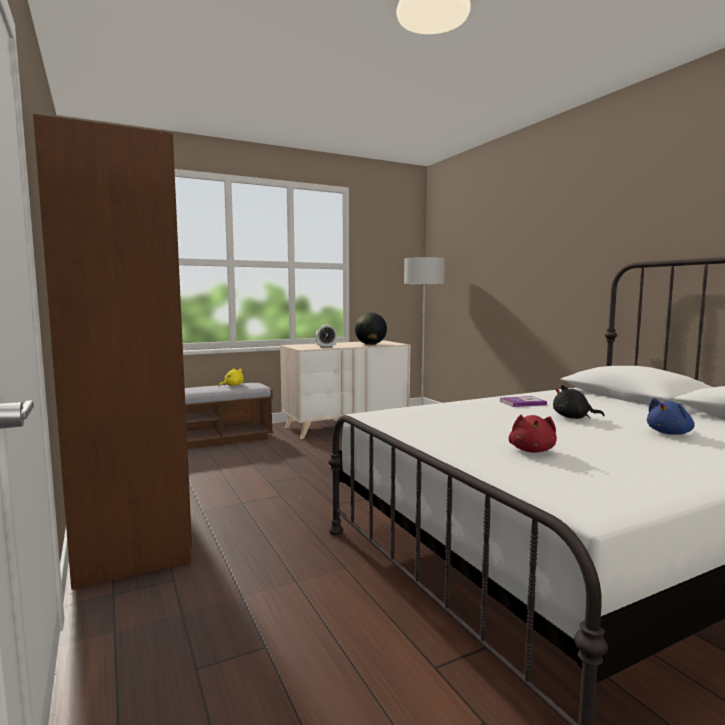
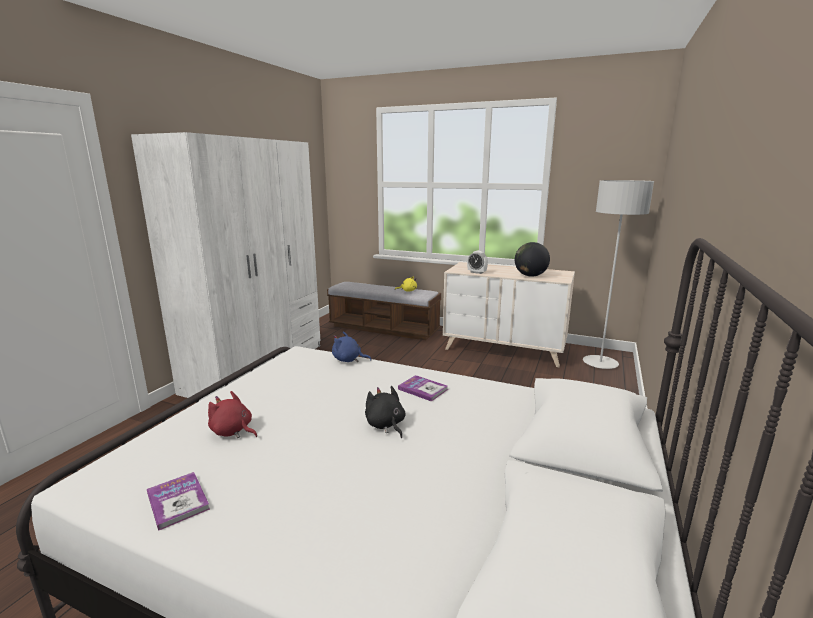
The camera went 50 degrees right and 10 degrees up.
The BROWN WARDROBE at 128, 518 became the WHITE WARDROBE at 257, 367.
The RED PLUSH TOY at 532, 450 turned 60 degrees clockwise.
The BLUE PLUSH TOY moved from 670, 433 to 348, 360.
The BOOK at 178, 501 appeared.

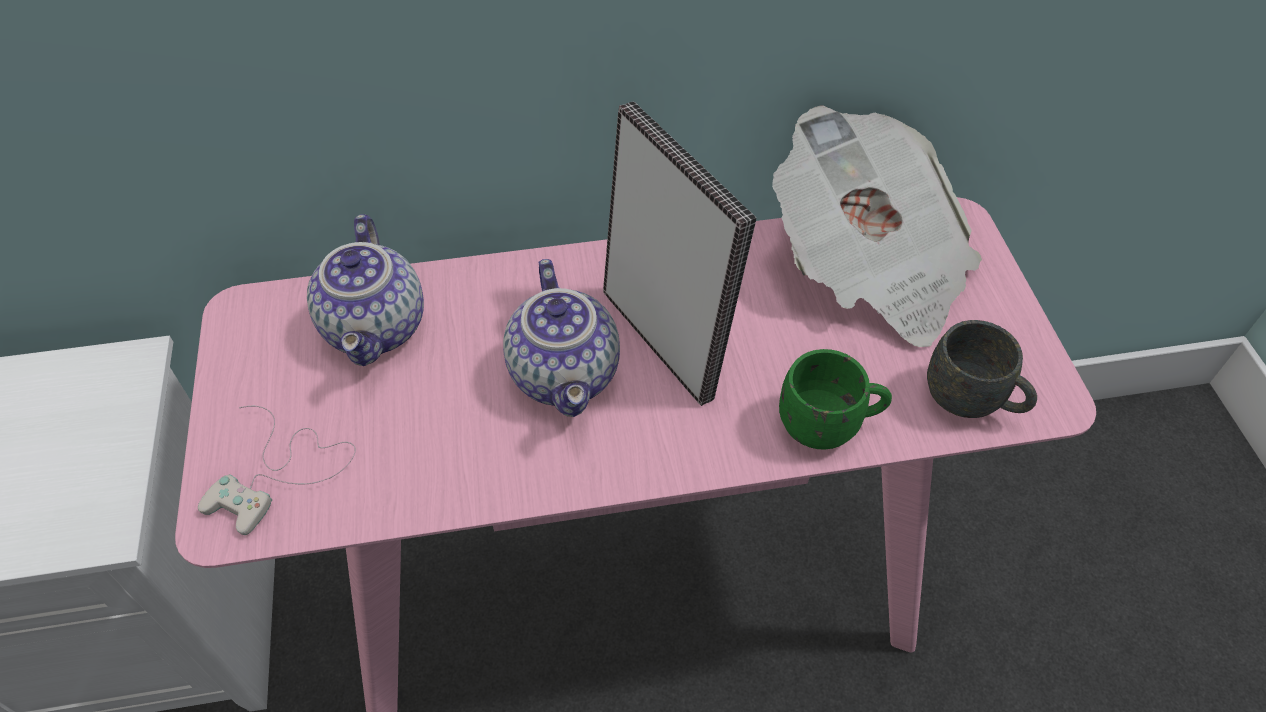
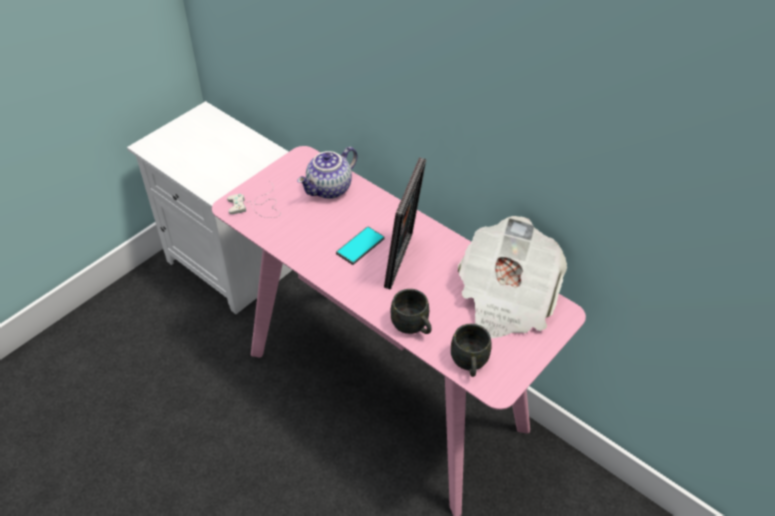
The camera went 50 degrees right and 5 degrees down.
The TEAPOT at 567, 375 was replaced by the PHONE at 360, 246.
The GREEN MUG at 829, 424 became the GREY MUG at 413, 327.

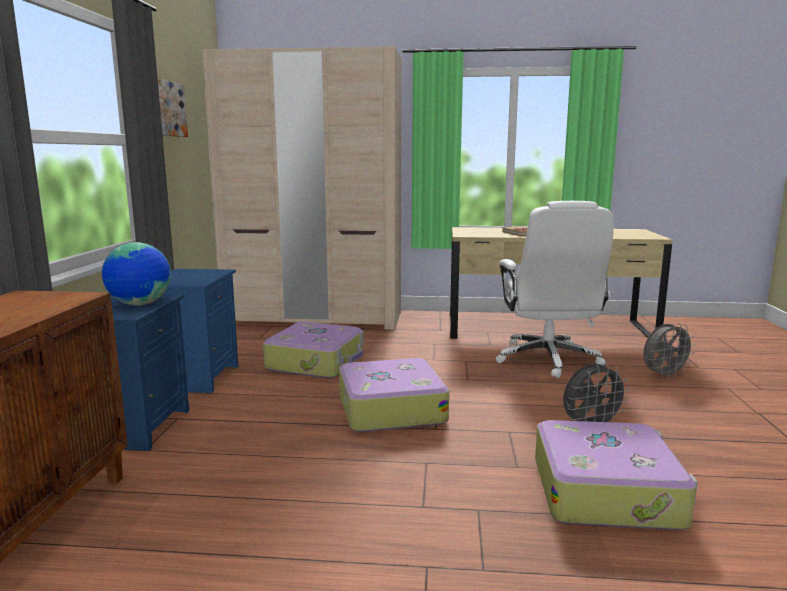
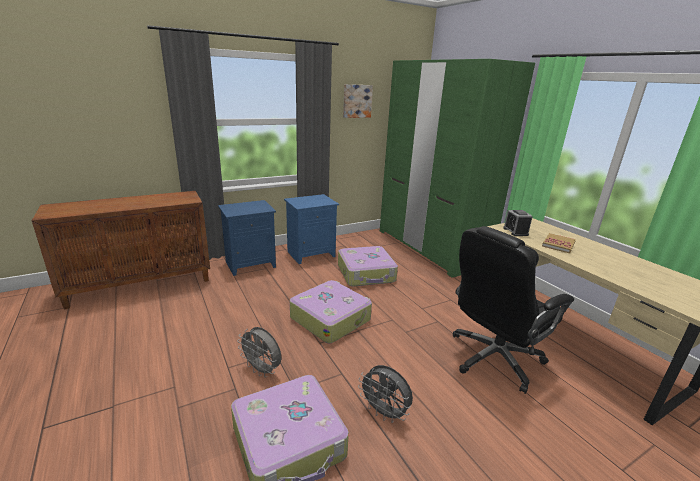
The camera went 55 degrees right and 10 degrees up.
The GLOBE at 140, 304 disappeared.
The BEIGE WARDROBE at 314, 318 became the GREEN WARDROBE at 430, 248.
The WHITE OFFICE CHAIR at 548, 359 became the BLACK OFFICE CHAIR at 493, 358.
The GREY FAN moved from 664, 376 to 262, 370.
The ALARM CLOCK at 515, 231 appeared.

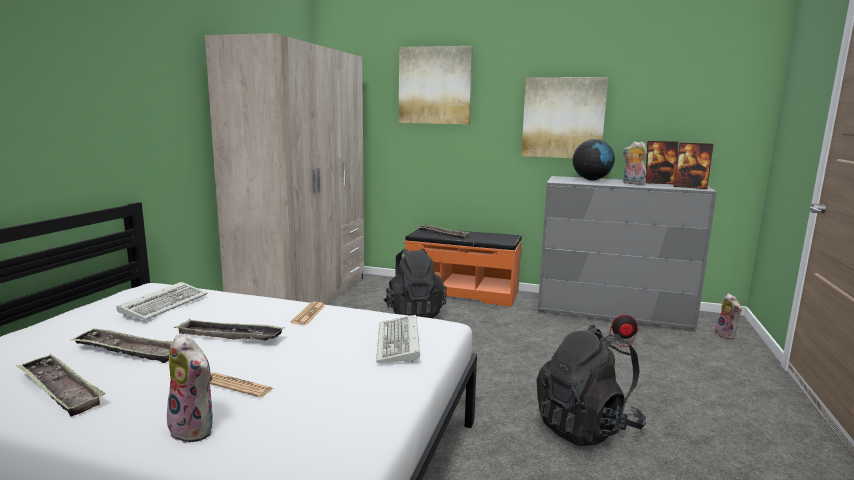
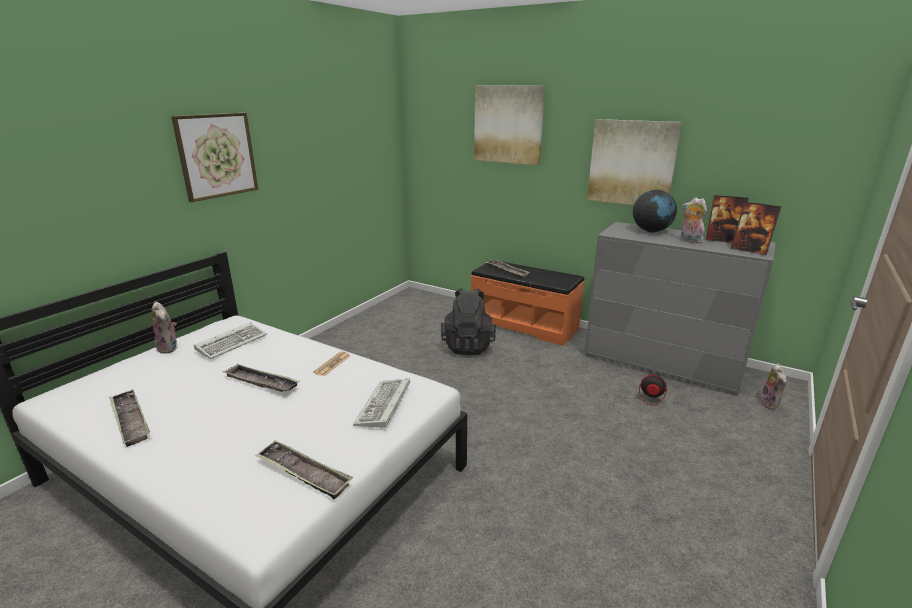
The camera went 15 degrees right and 10 degrees up.
The TRAY moved from 128, 351 to 303, 473.
The PLUSH TOY moved from 196, 429 to 169, 348.
The BEIGE WARDROBE at 304, 298 disappeared.
The NEWSPAPER at 237, 385 disappeared.
The BLACK BACKPACK at 586, 427 disappeared.
The PICTURE at 217, 155 appeared.

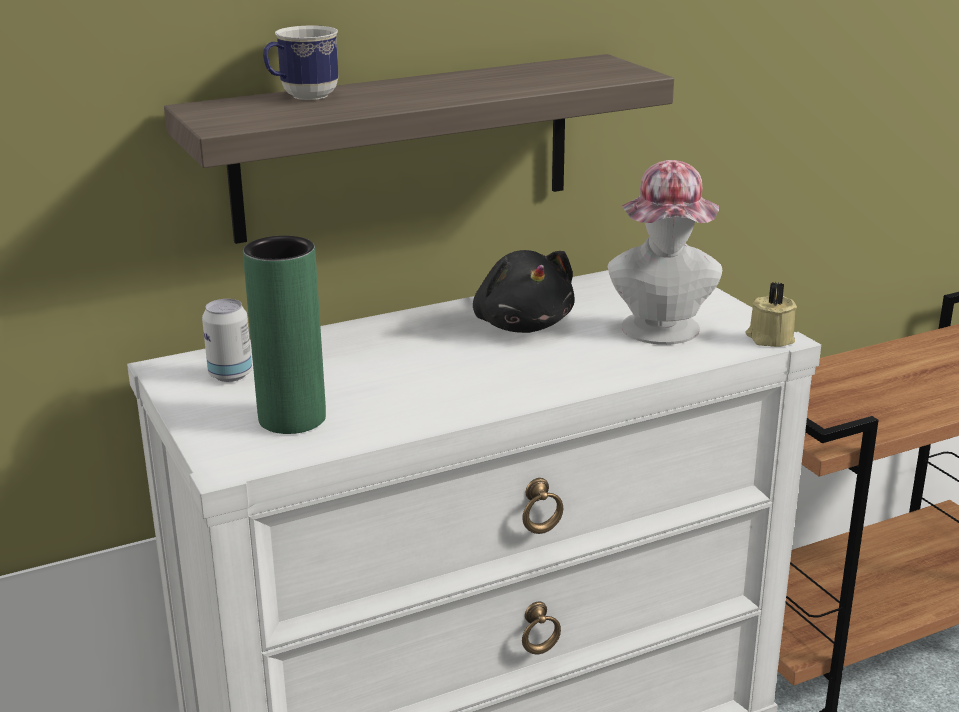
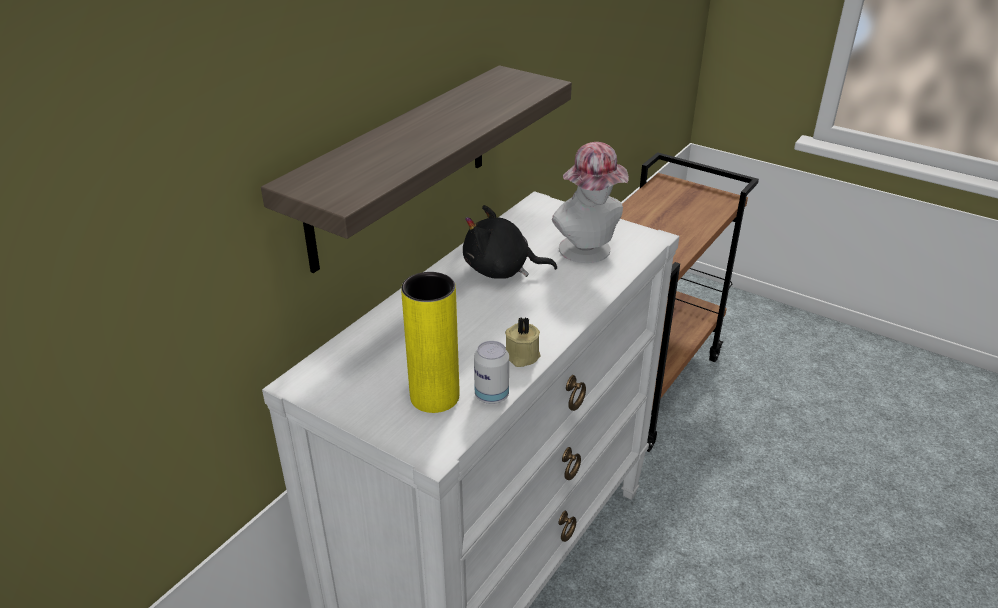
The camera went 30 degrees left and 10 degrees up.
The CAN moved from 230, 375 to 491, 396.
The GREEN VASE at 292, 419 became the YELLOW VASE at 434, 397.
The MUG at 302, 97 disappeared.
The BLACK PLUSH TOY at 522, 325 turned 150 degrees clockwise.
The BEIGE CANDLE moved from 769, 338 to 520, 356.

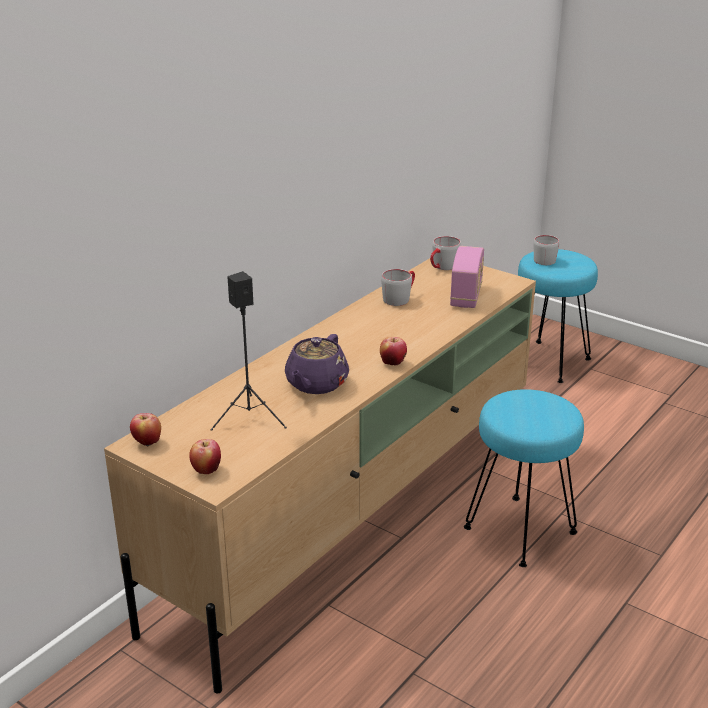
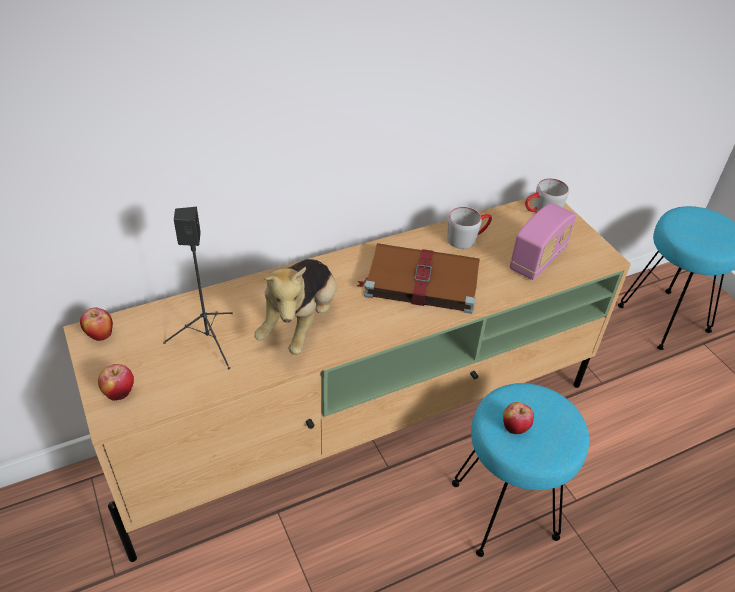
The camera went 25 degrees right and 15 degrees up.
The PURPLE TEAPOT at 316, 384 was replaced by the PLUSH TOY at 300, 322.
The APPLE moved from 393, 363 to 515, 427.
The GREY MUG at 543, 258 disappeared.
The BROWN BOOK at 420, 280 appeared.

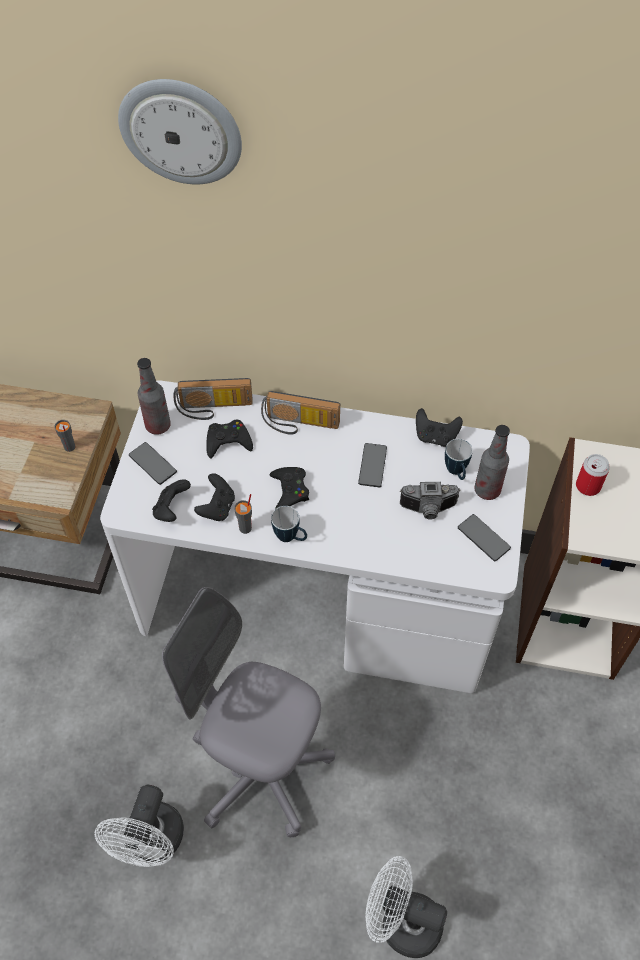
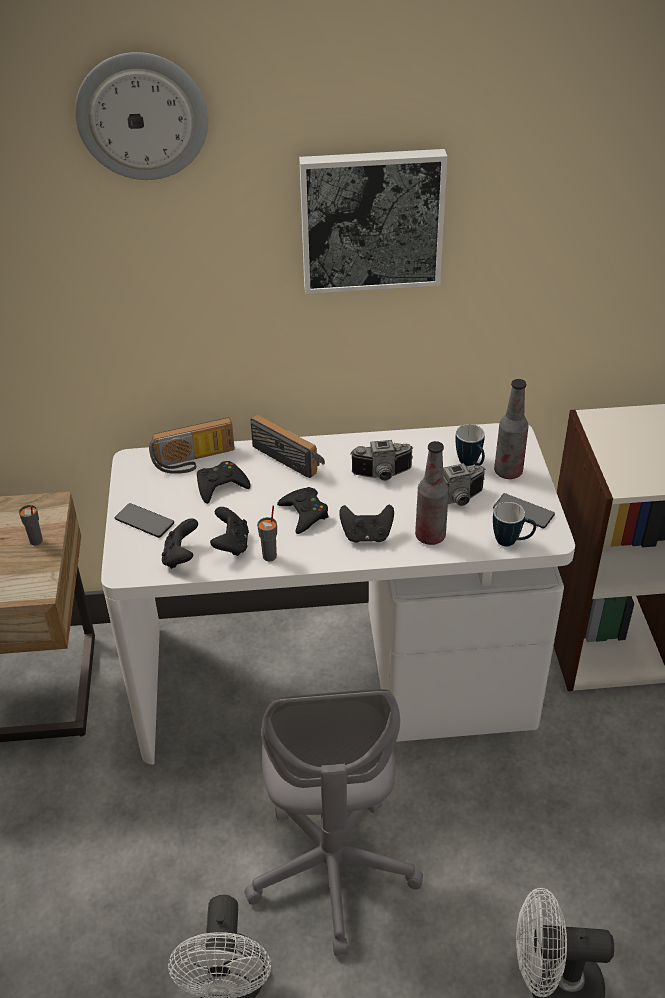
The camera went 15 degrees left and 15 degrees down.
The BOTTLE moved from 158, 425 to 430, 536.
The GREY OFFICE CHAIR at 261, 769 turned 105 degrees counterclockwise.
The RADIO at 299, 425 turned 135 degrees counterclockwise.
The MUG moved from 290, 538 to 511, 542.
The PHONE at 372, 466 was replaced by the PHOTO CAMERA at 382, 475.
The BLACK GAME CONTROLLER moved from 435, 437 to 366, 536.
The CAN at 588, 486 disappeared.
The PICTURE at 371, 219 appeared.

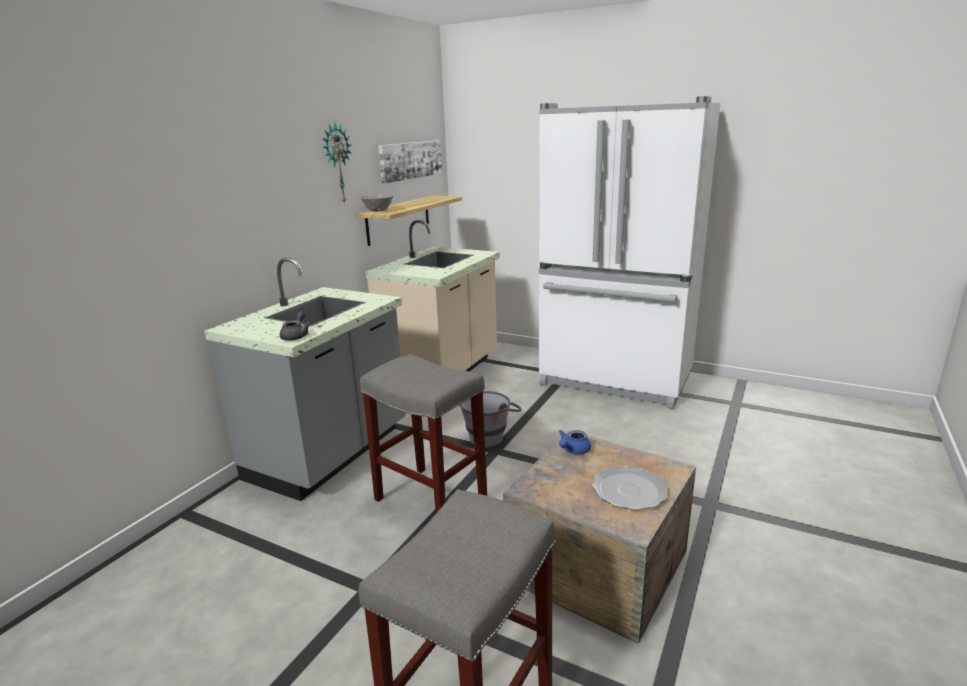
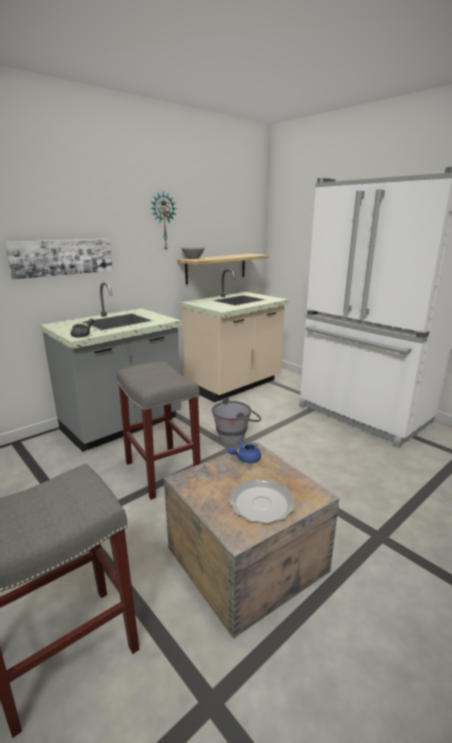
The camera went 20 degrees right and 0 degrees up.
The PICTURE moved from 410, 160 to 62, 257.

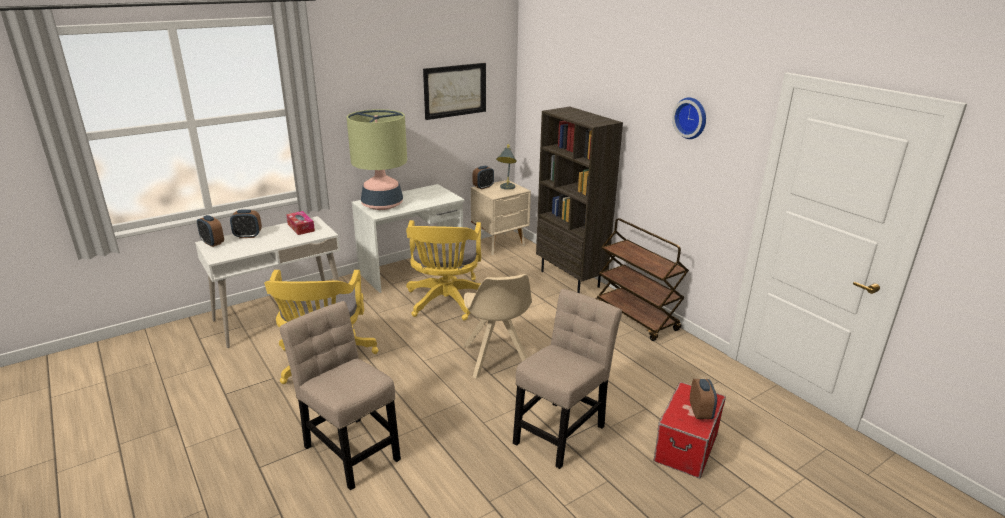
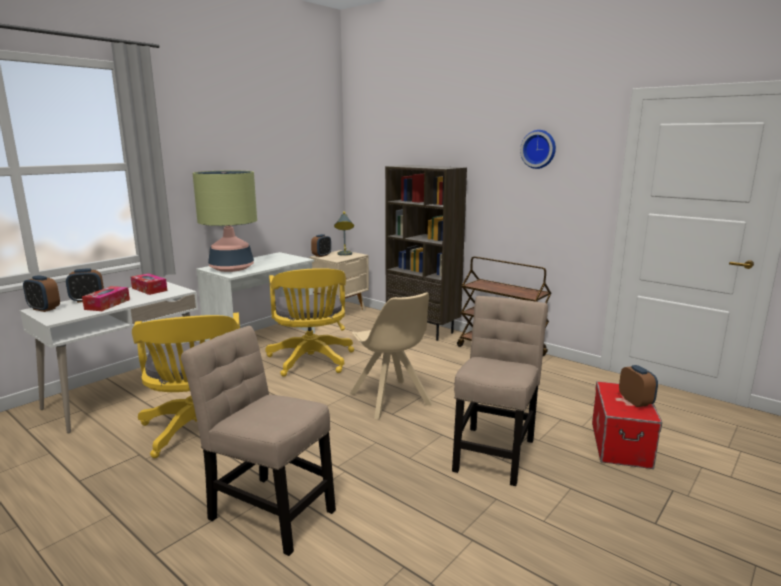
The camera went 15 degrees left and 10 degrees down.
The PICTURE at 455, 90 disappeared.
The TISSUE BOX at 107, 304 appeared.

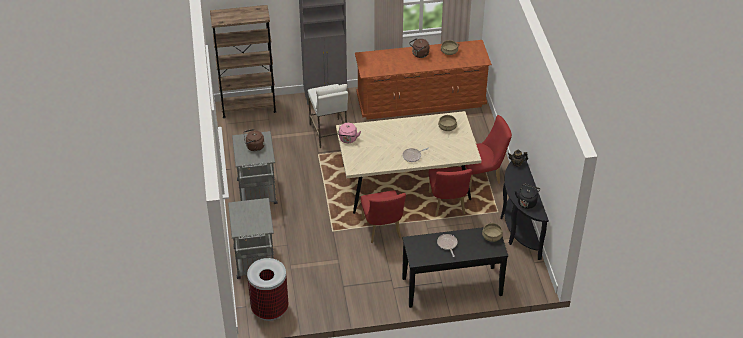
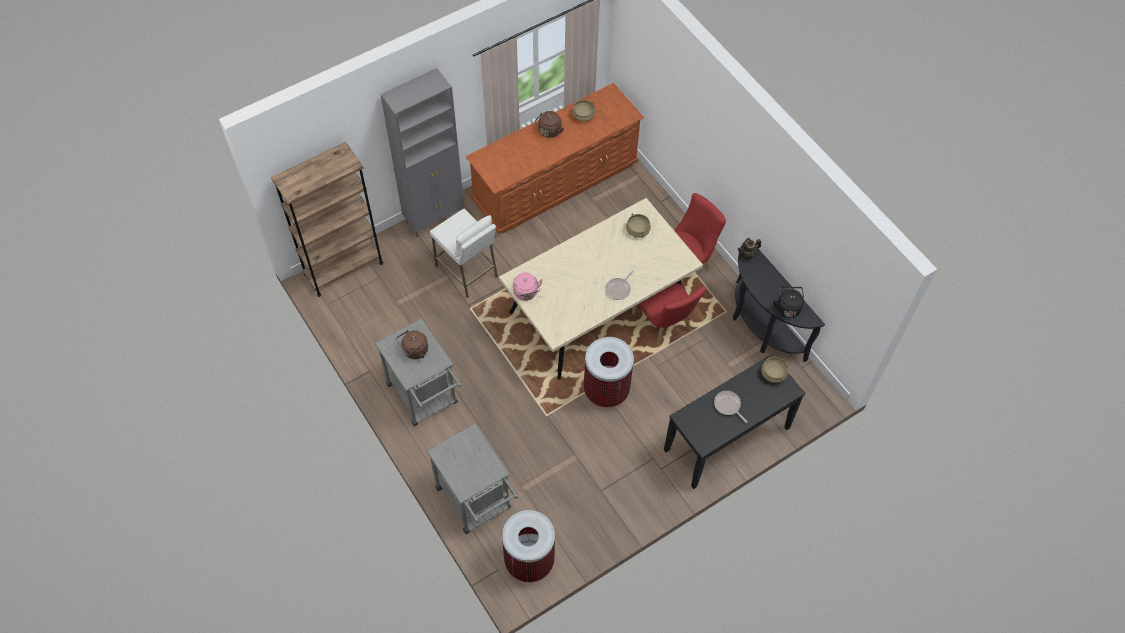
The camera went 25 degrees left and 15 degrees up.
The RED CHAIR at 382, 230 was replaced by the TRASH CAN at 606, 391.

